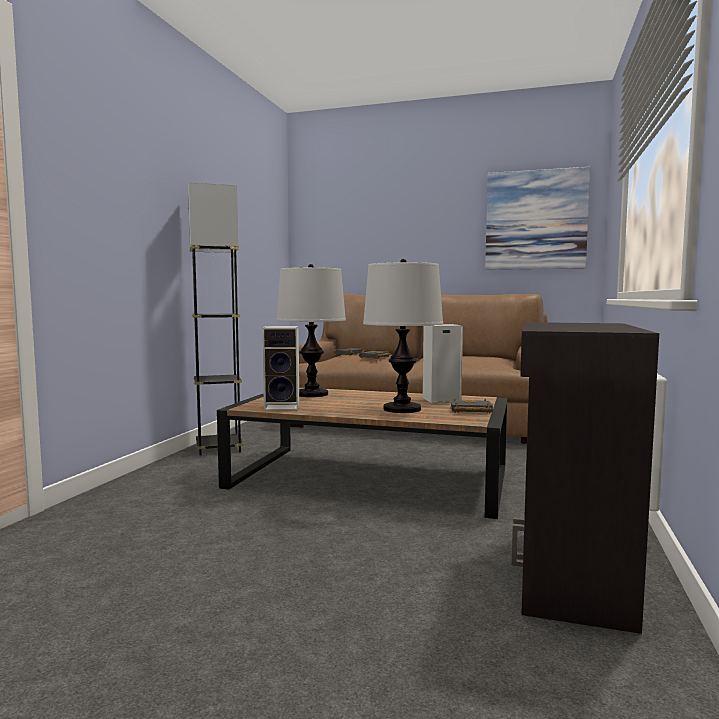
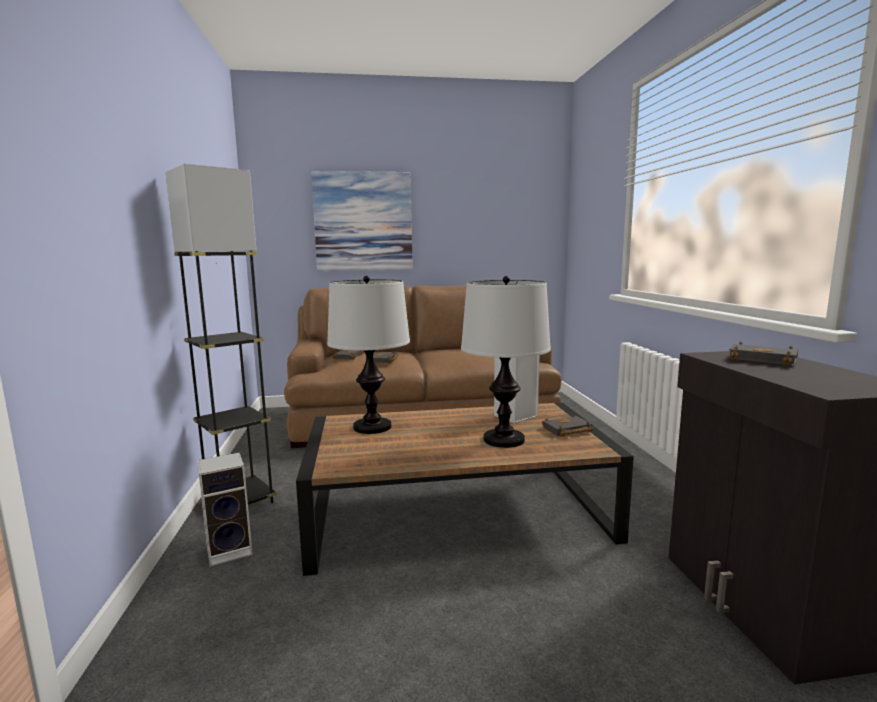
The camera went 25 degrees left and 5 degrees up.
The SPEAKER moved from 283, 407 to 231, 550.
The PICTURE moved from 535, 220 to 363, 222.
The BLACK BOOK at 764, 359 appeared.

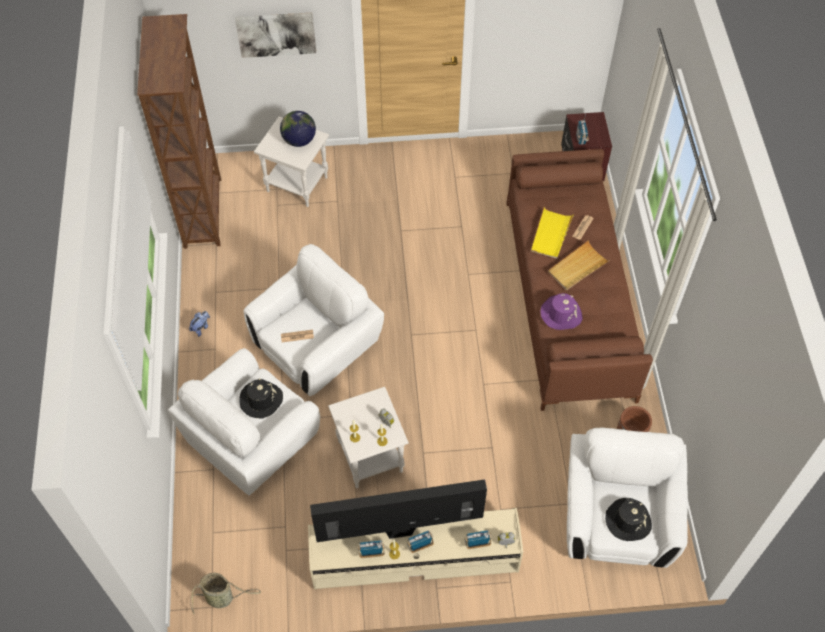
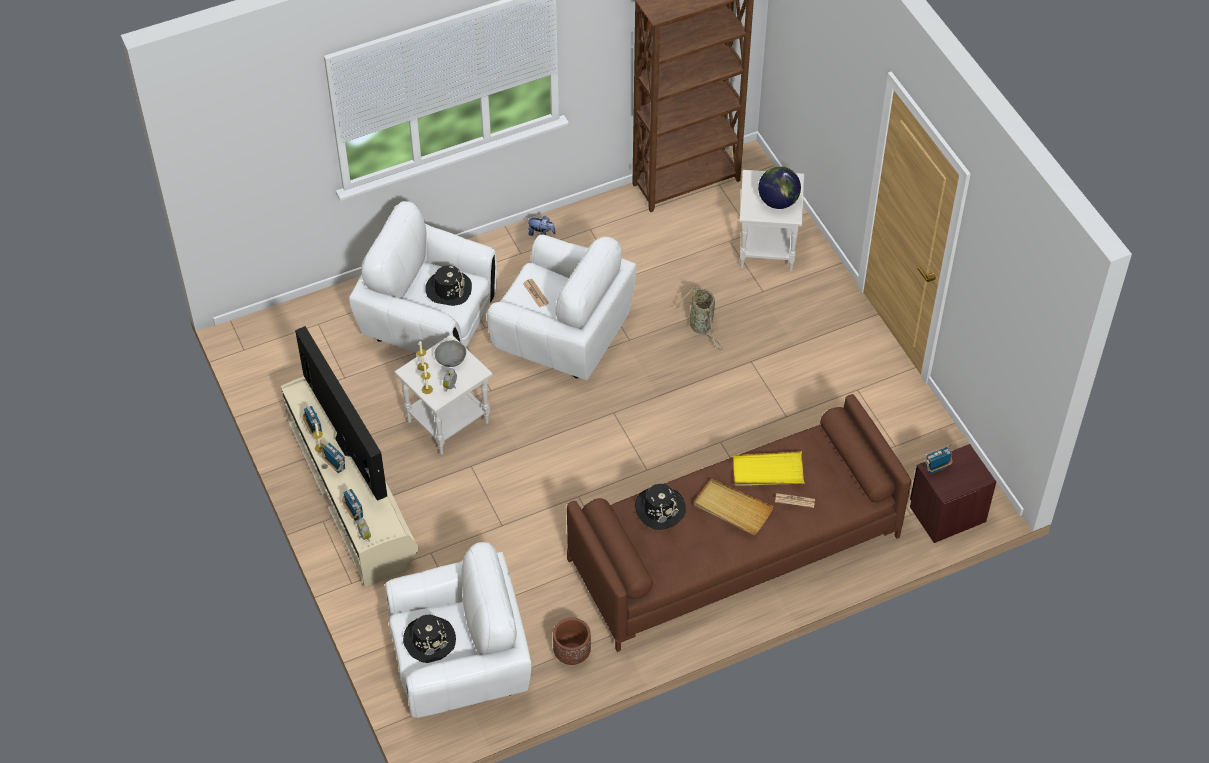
The camera went 70 degrees right and 5 degrees down.
The BASKET moved from 222, 598 to 701, 326.
The PICTURE at 276, 34 disappeared.
The PURPLE HAT at 561, 314 became the BLACK HAT at 659, 508.
The GREY BOWL at 451, 360 appeared.

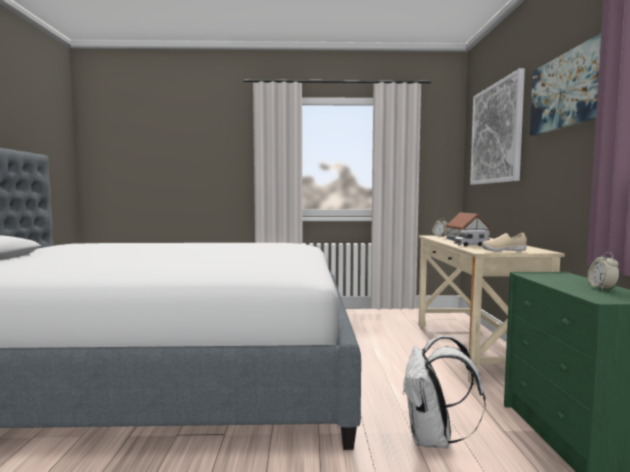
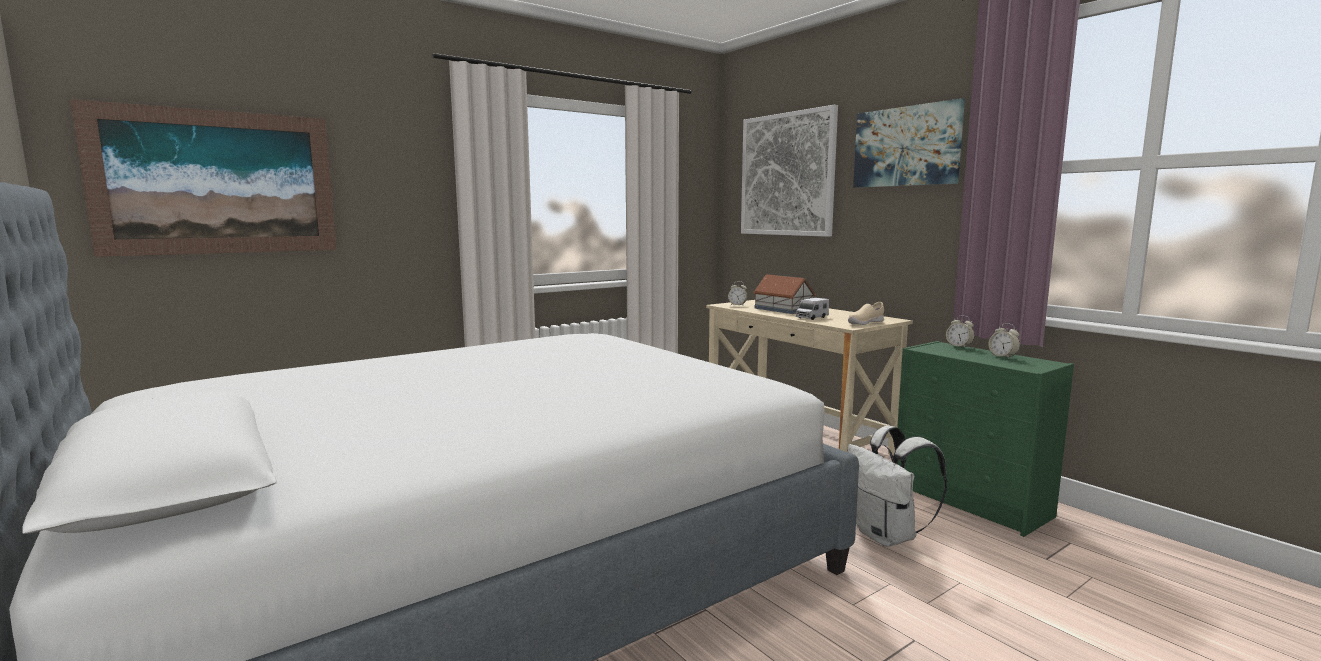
The camera went 35 degrees left and 5 degrees up.
The PICTURE at 217, 182 appeared.
The ALARM CLOCK at 959, 346 appeared.

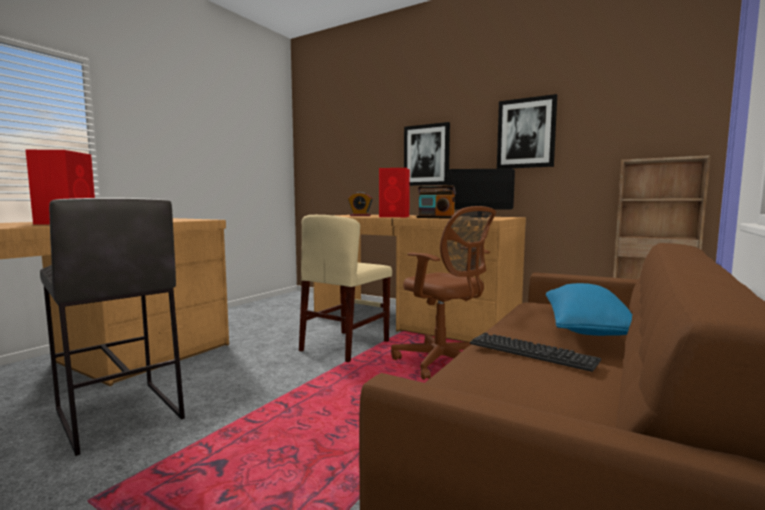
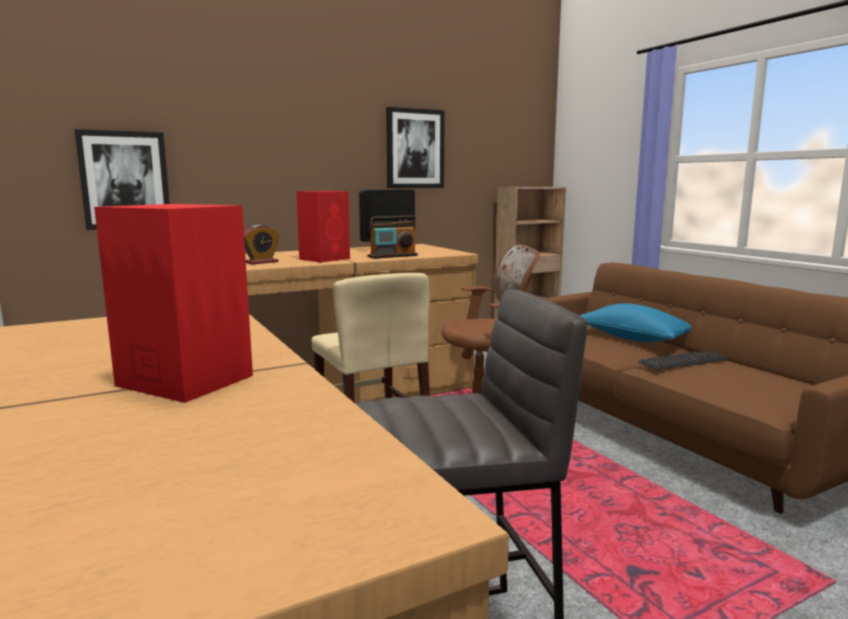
The camera went 60 degrees left and 5 degrees up.
The PICTURE moved from 426, 155 to 125, 180.

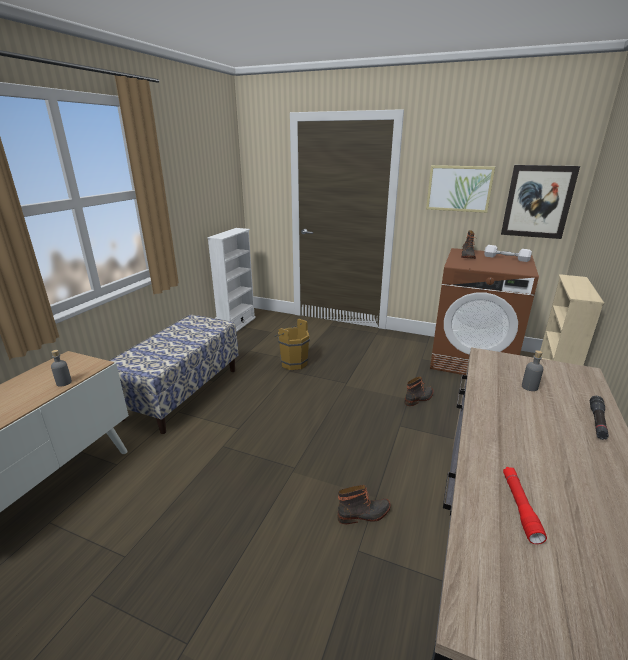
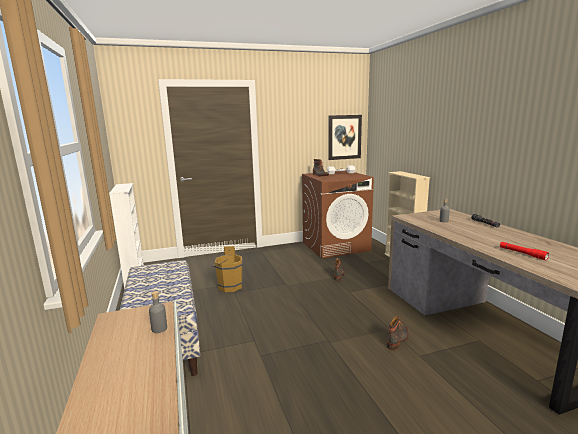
The camera went 40 degrees left and 10 degrees down.
The PICTURE at 459, 188 disappeared.

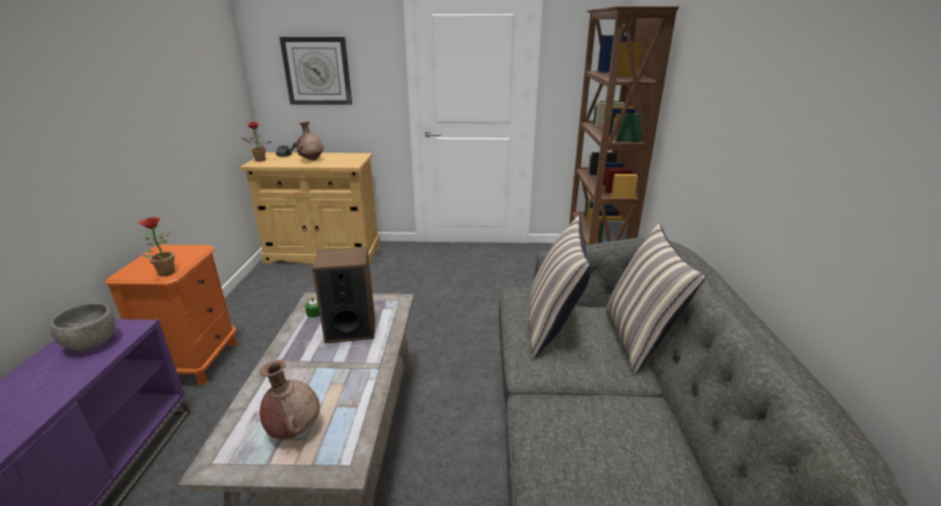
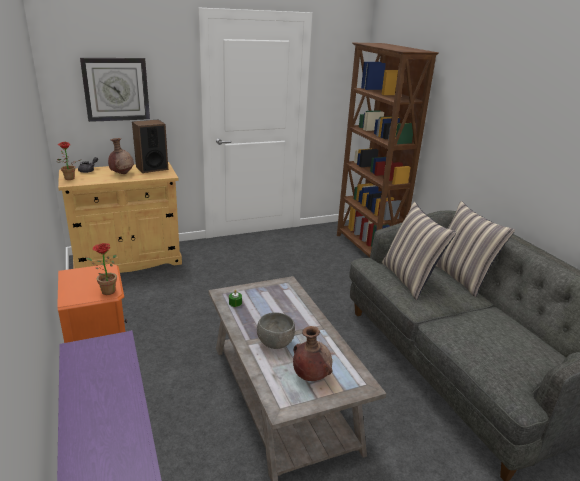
The camera went 25 degrees left and 0 degrees up.
The GREY BOWL moved from 91, 344 to 275, 344.
The SPEAKER moved from 350, 330 to 152, 168.

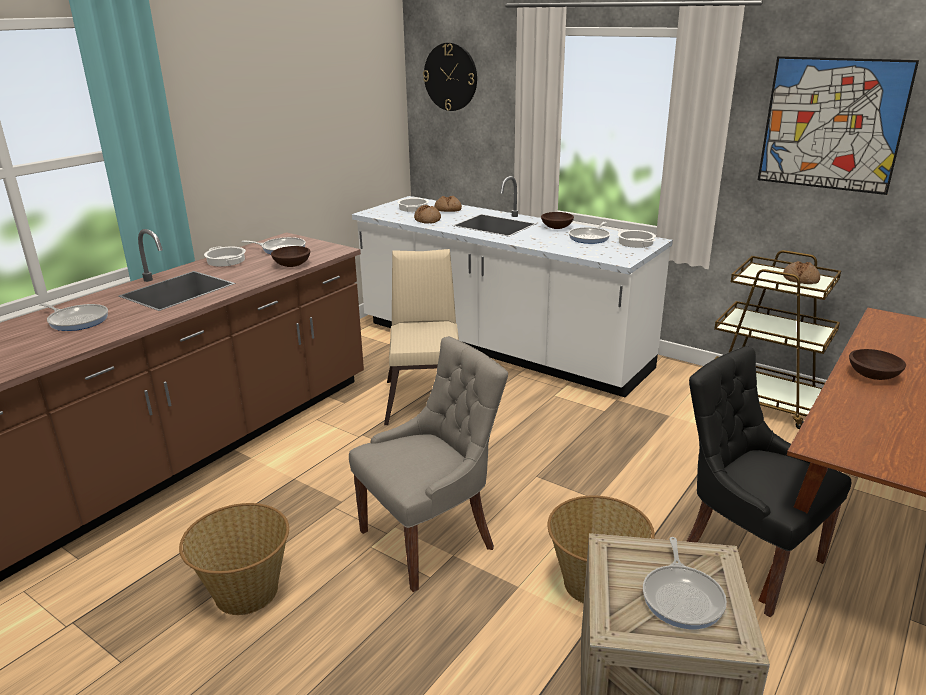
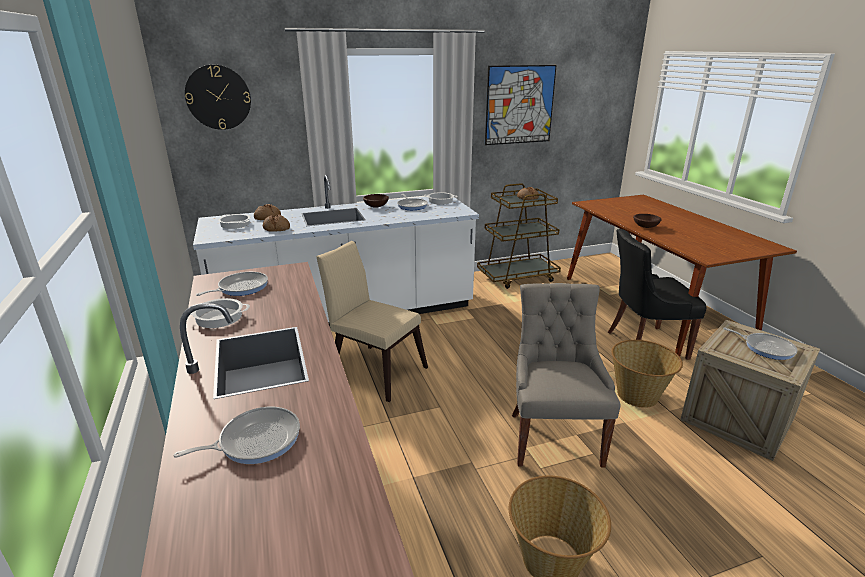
The camera went 55 degrees left and 0 degrees up.
The BROWN BOWL at 292, 265 disappeared.

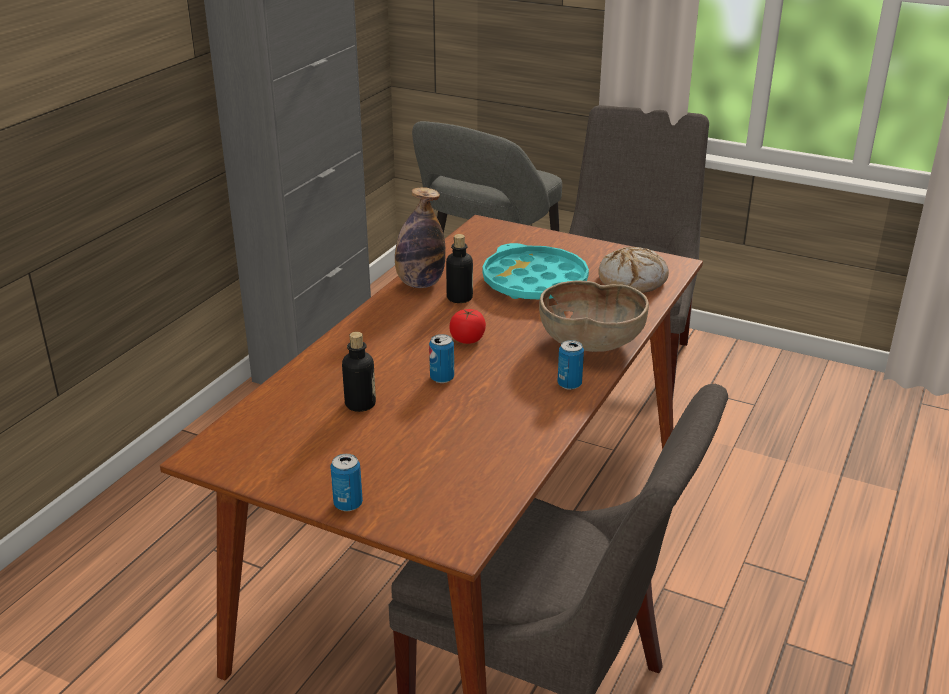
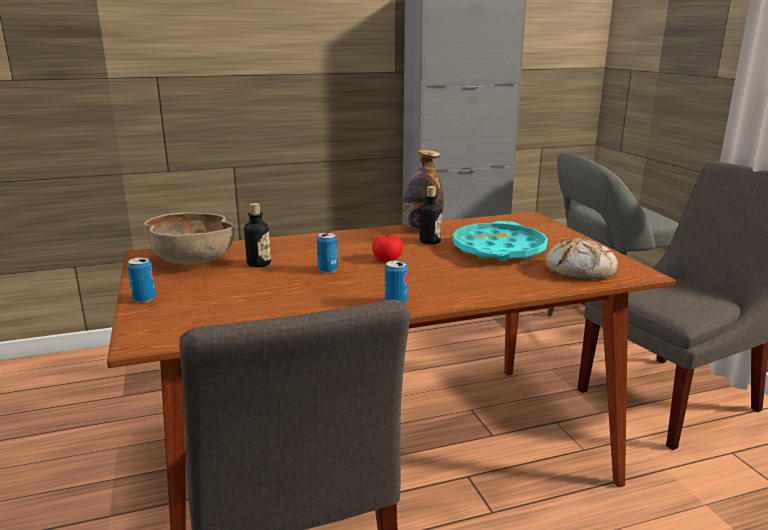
The camera went 45 degrees right and 10 degrees down.
The BROWN BOWL moved from 590, 343 to 192, 261.

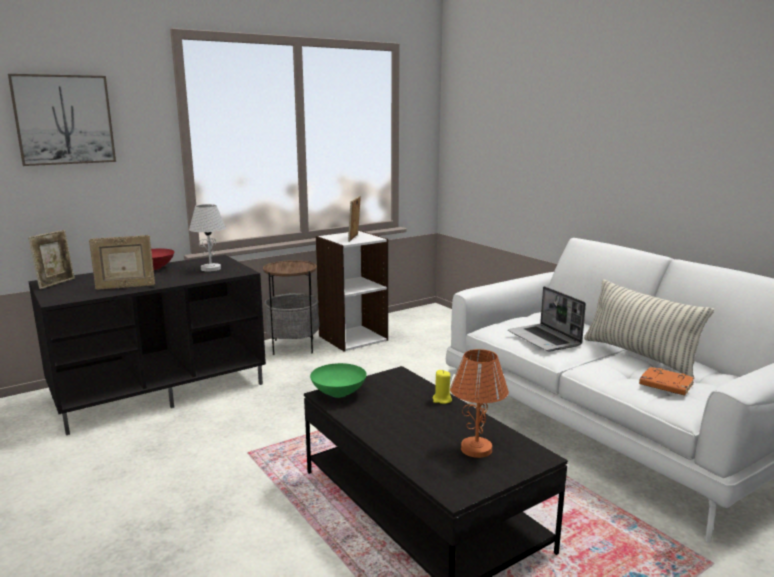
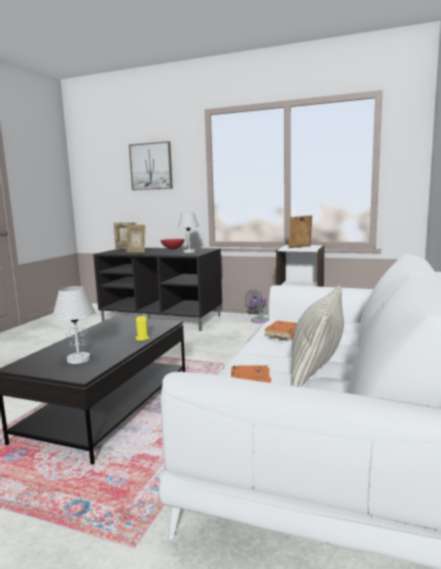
The camera went 55 degrees right and 5 degrees down.
The SIDE TABLE at 293, 346 was replaced by the GREY FAN at 258, 321.
The GREEN BOWL at 338, 394 disappeared.
The ORANGE TABLE LAMP at 476, 449 became the WHITE TABLE LAMP at 78, 359.
The LAPTOP at 545, 339 was replaced by the ORANGE BOOK at 284, 333.

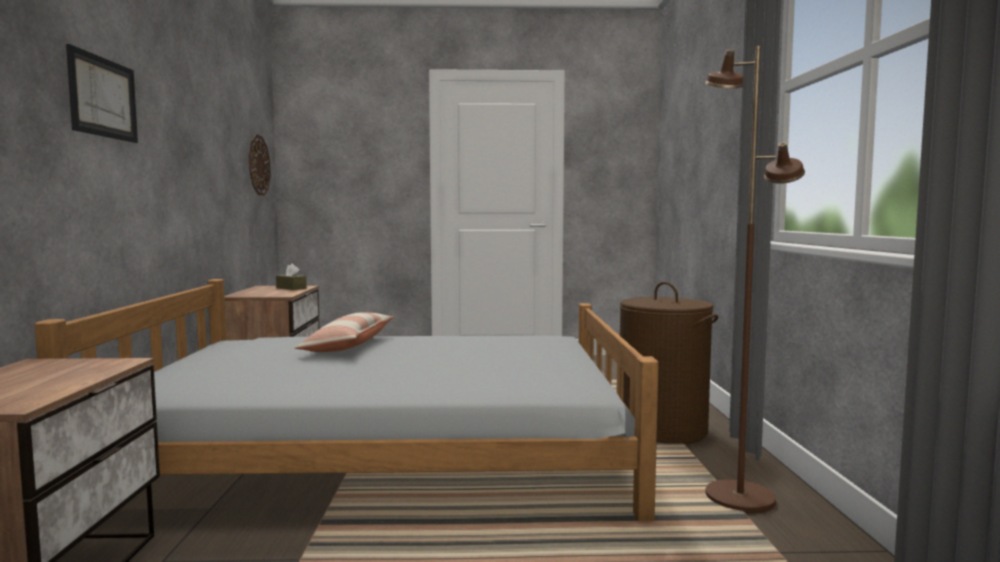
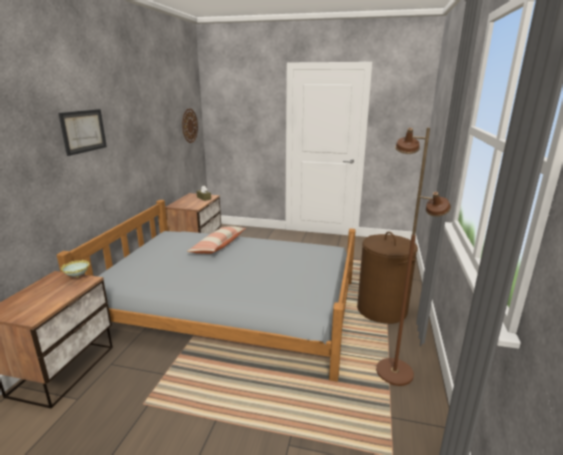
The camera went 15 degrees right and 15 degrees up.
The BOWL at 77, 277 appeared.

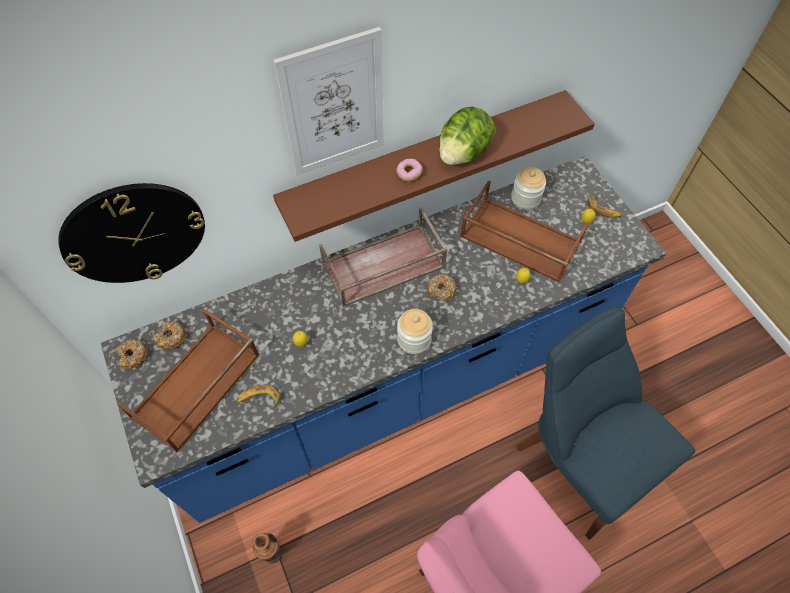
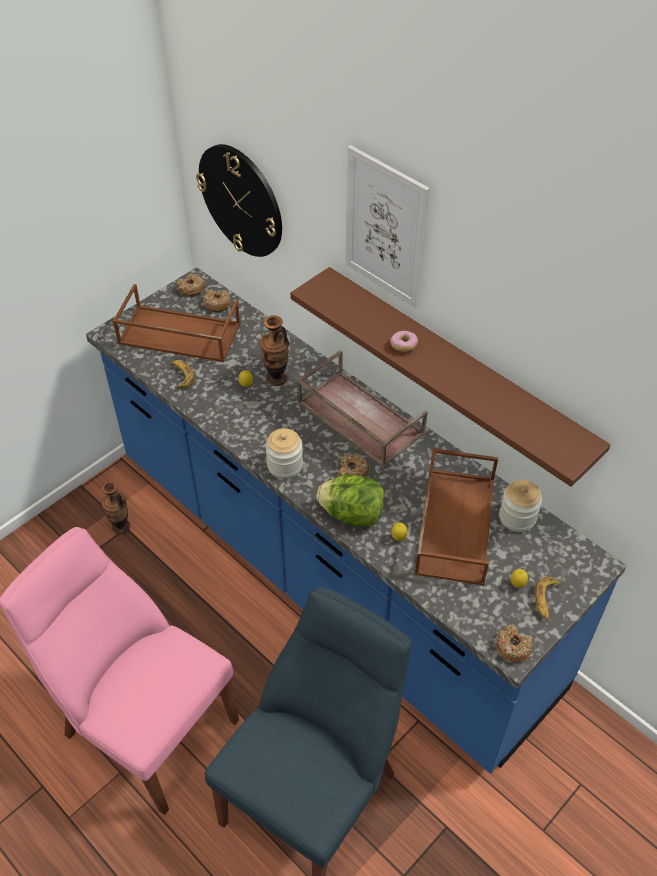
The camera went 70 degrees right and 10 degrees down.
The LETTUCE moved from 463, 153 to 352, 514.
The VASE at 276, 378 appeared.
The DONUT at 512, 647 appeared.

